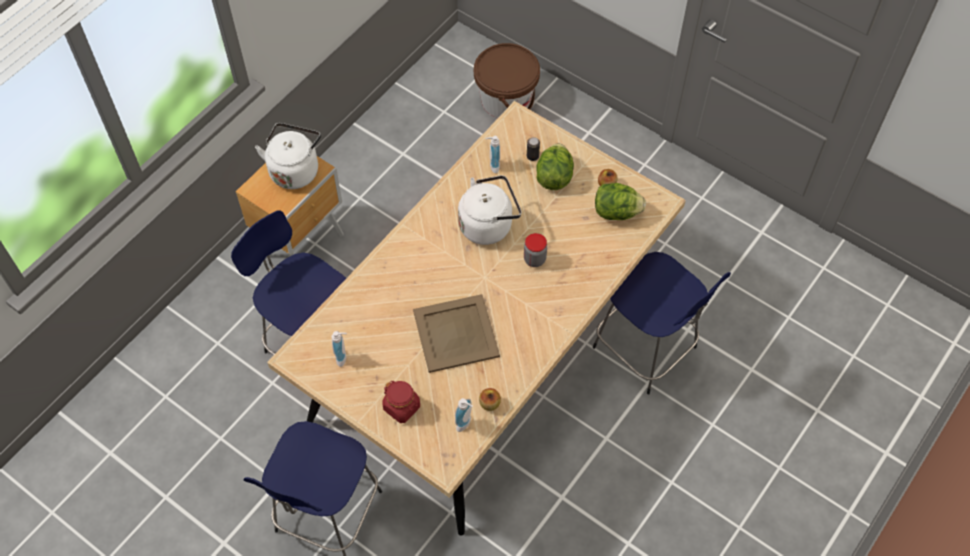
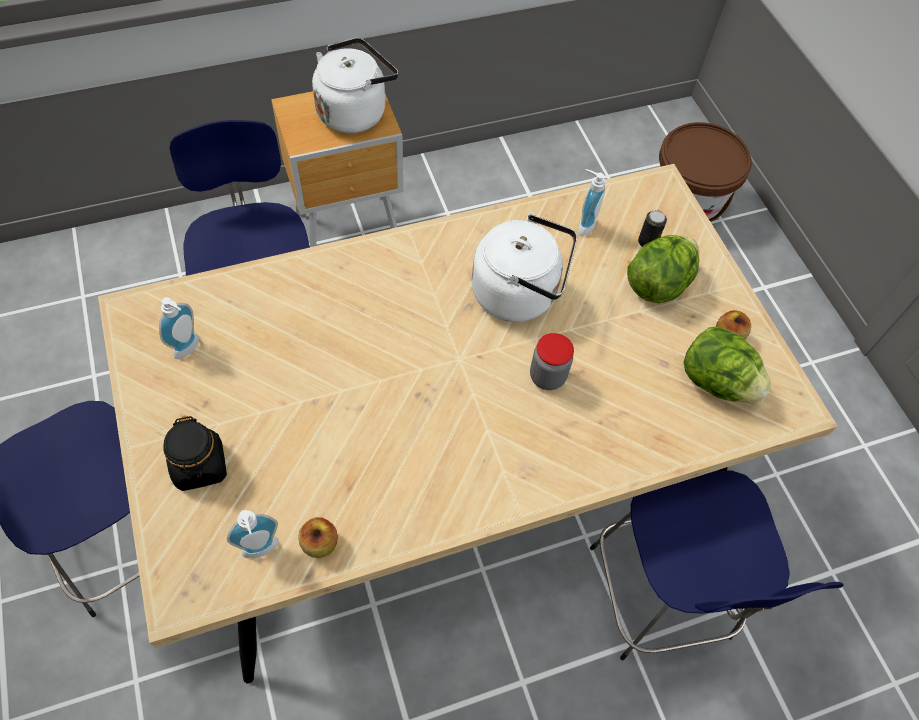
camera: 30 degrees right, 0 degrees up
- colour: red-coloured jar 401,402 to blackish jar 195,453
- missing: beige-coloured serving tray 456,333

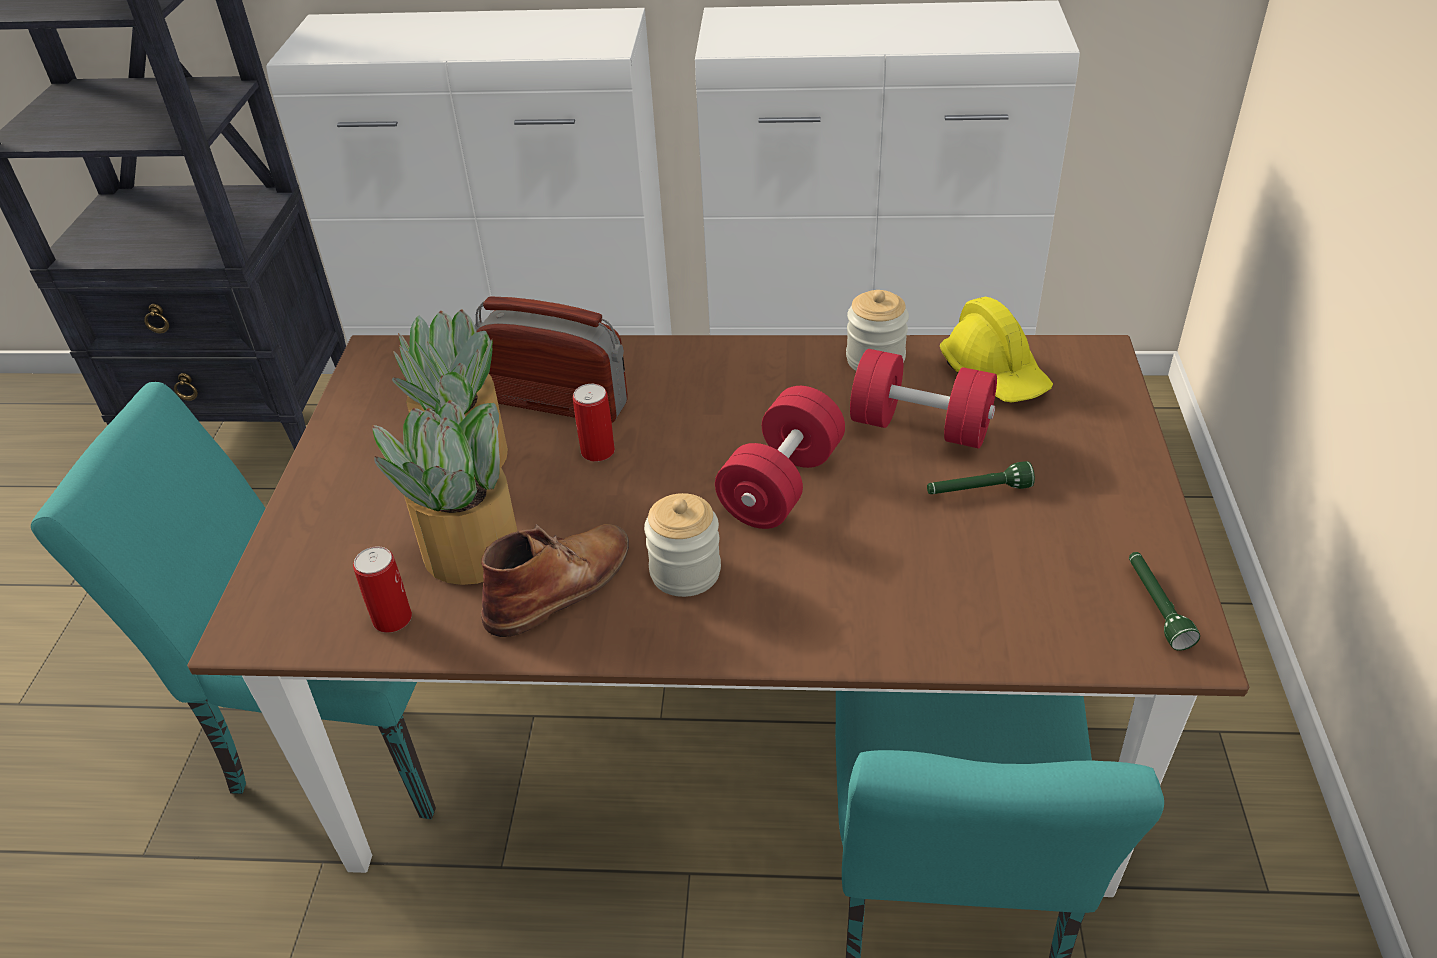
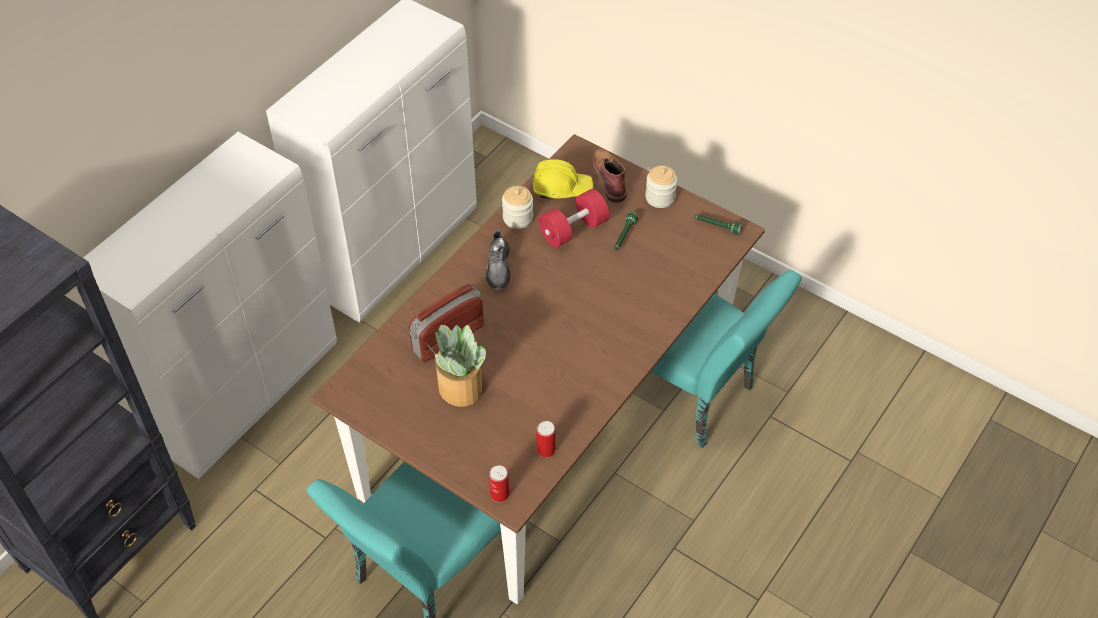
camera: 60 degrees left, 10 degrees up
- appeared: grey item of footwear 498,260
- relocated: metal can 594,423 to 499,483
- relocated: brown high-top boot 555,580 to 609,175
- relocated: jar 682,545 to 661,186
- missing: houseplant 444,492
- missing: red-coloured free weight 780,457

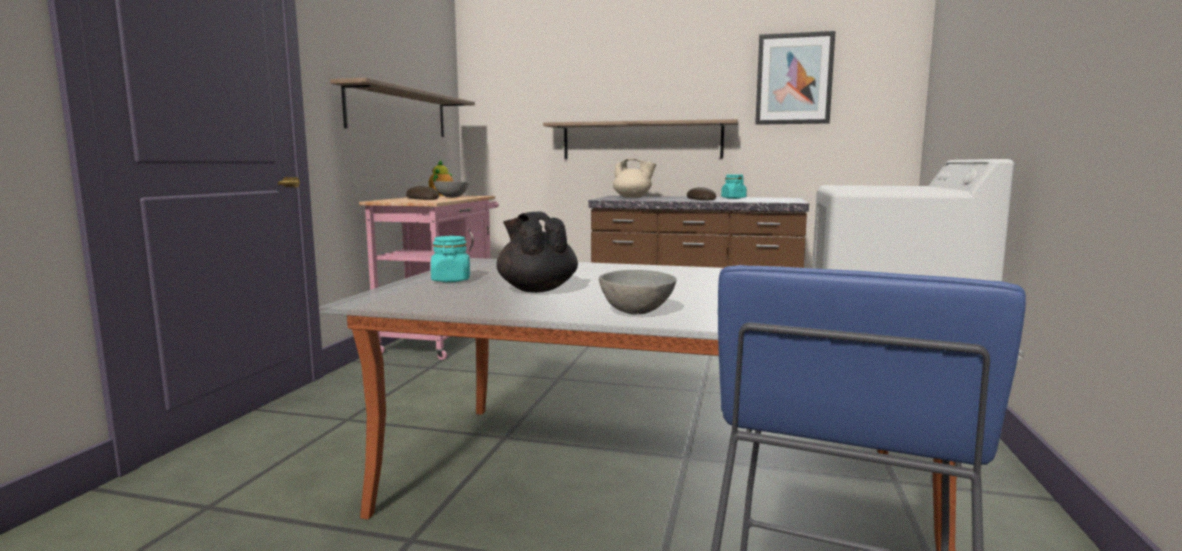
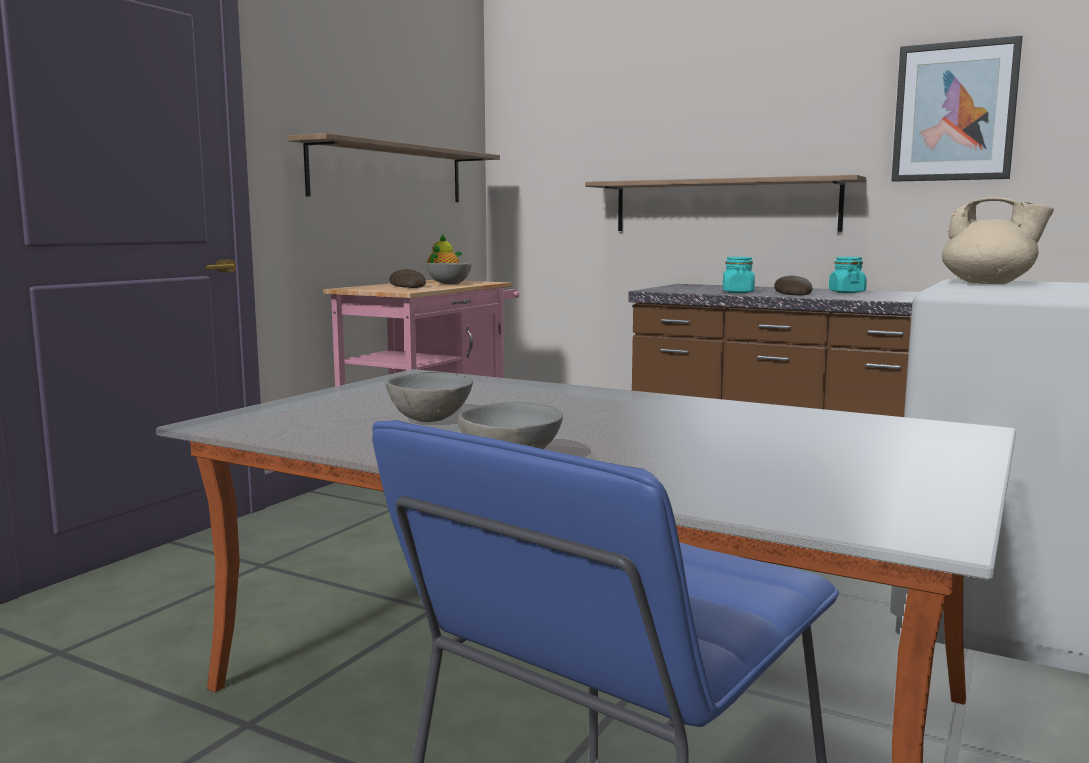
camera: 15 degrees right, 0 degrees up
- exchanged: blackish pot for tea 537,252 to grey deep dish 429,397
- relocated: blue-green jar 450,259 to 739,275
- relocated: beige-coloured pot for tea 634,178 to 998,240

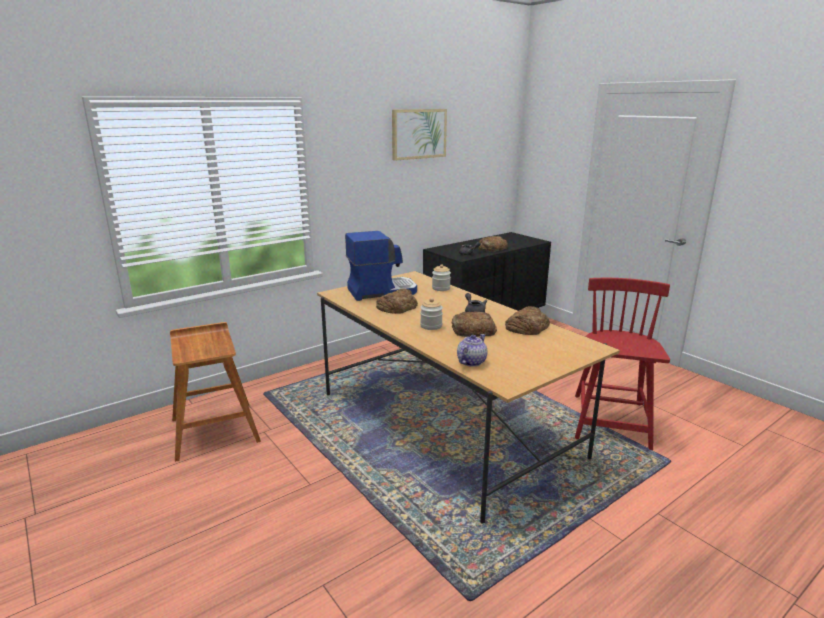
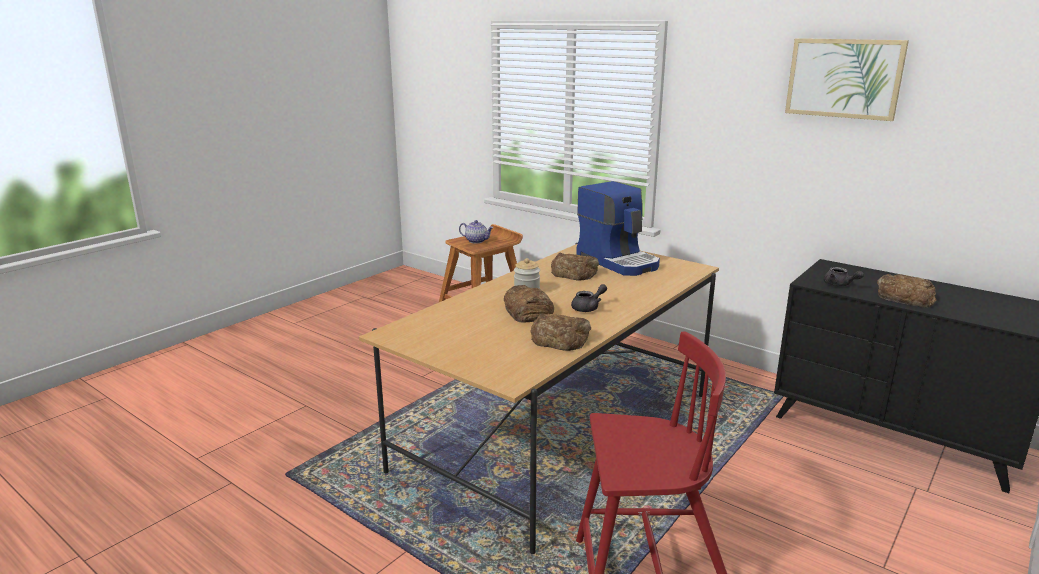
camera: 75 degrees right, 0 degrees up
- relocated: pot for tea 472,350 to 476,232
- missing: jar 441,277

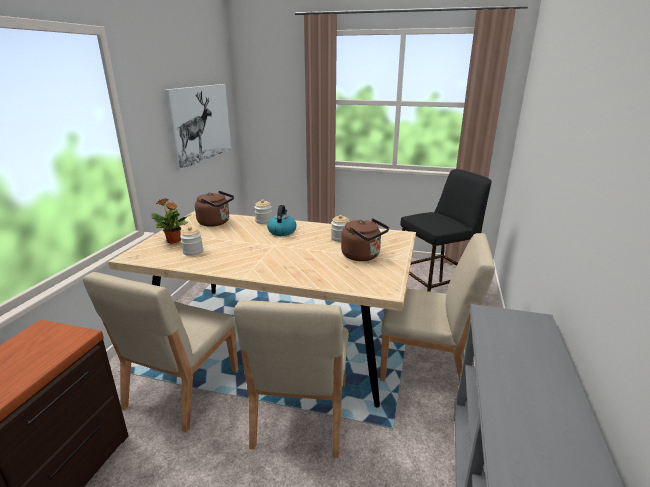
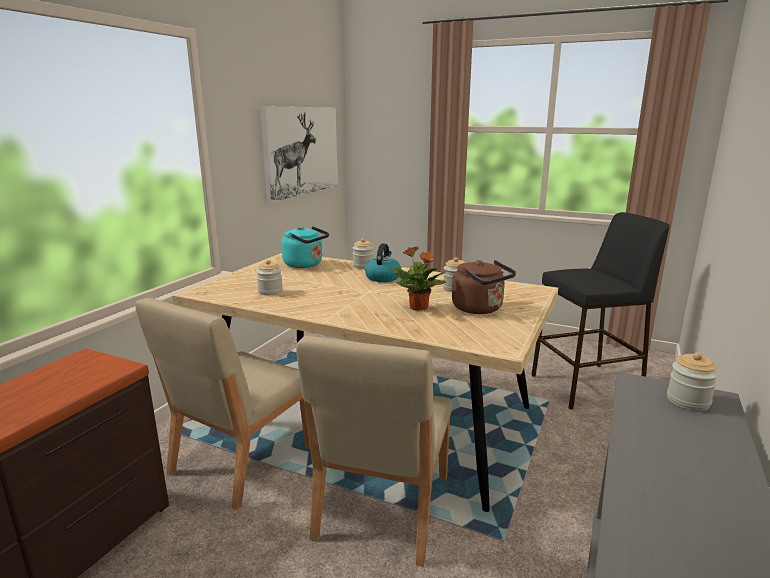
camera: 10 degrees right, 5 degrees down
- colour: brown kettle 214,209 to blue-green kettle 305,247
- relocated: houseplant 171,221 to 420,278
- appeared: jar 693,381
- missing: beige-coloured plain chair 437,307

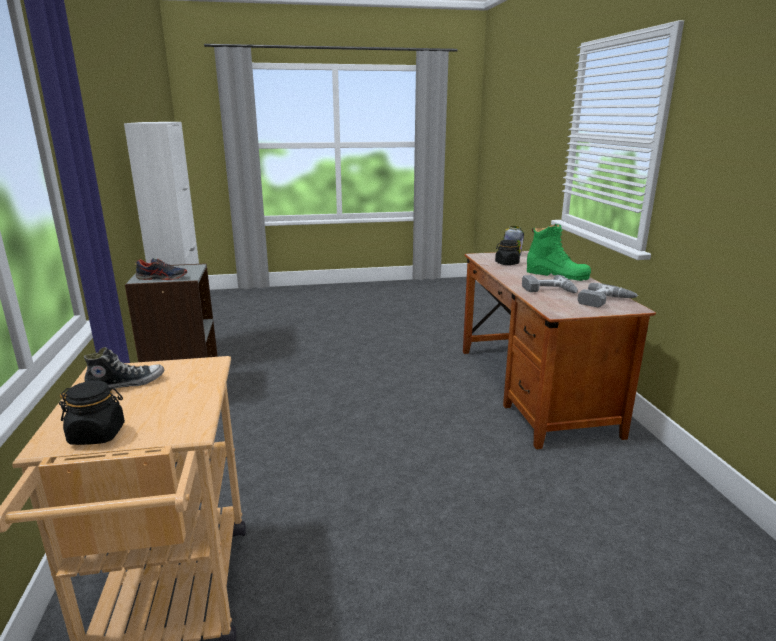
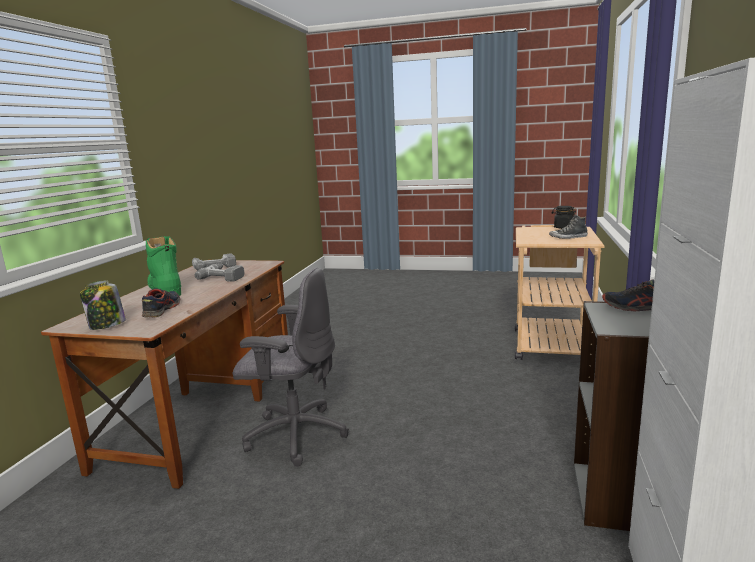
camera: 155 degrees left, 5 degrees down
- exchanged: blackish jar 507,252 to item of footwear 161,303
- appeared: grey computer chair 291,366

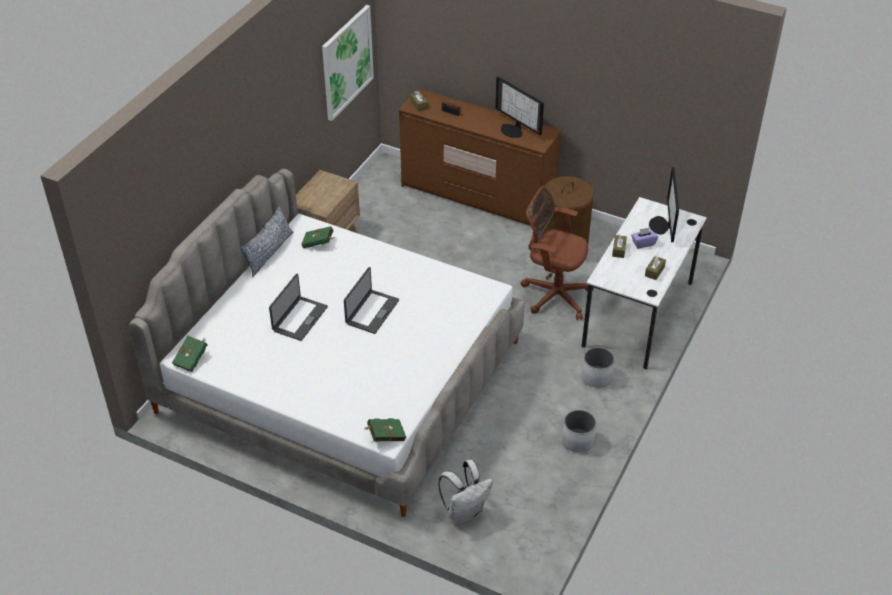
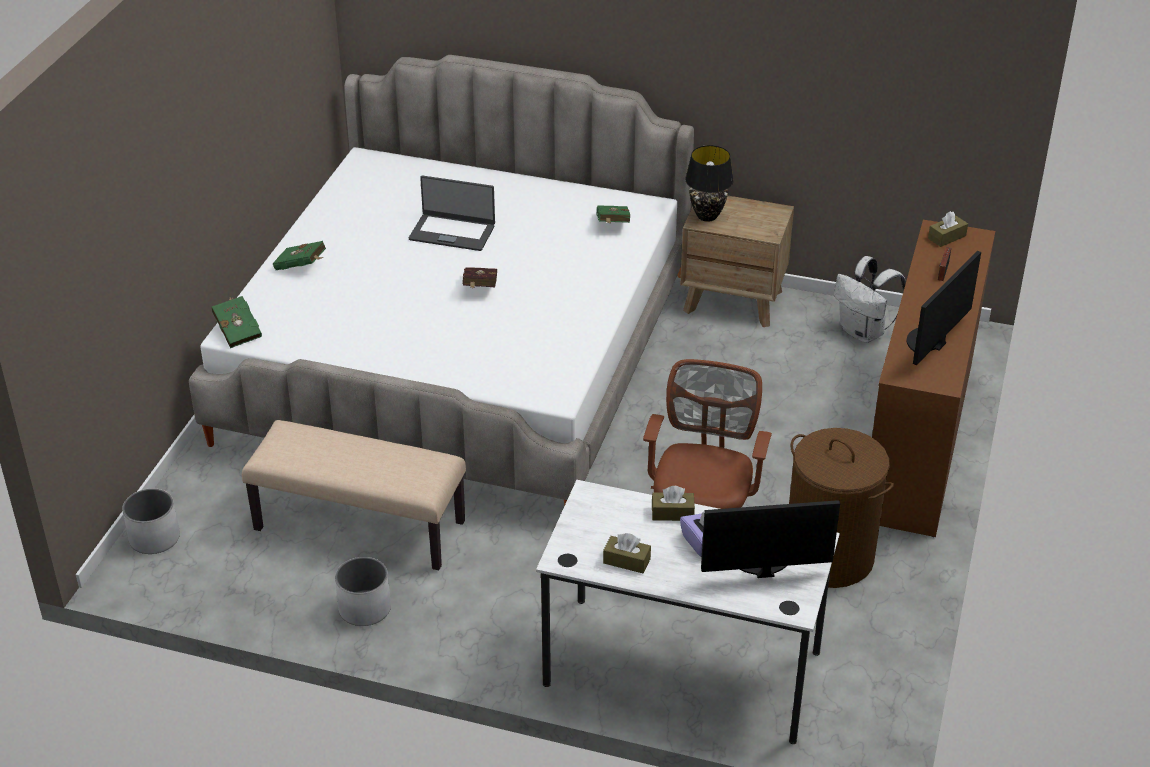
camera: 80 degrees right, 5 degrees down
- relocated: white planter 598,367 to 151,521
- appeared: beige-coloured bench 354,495
- relocated: greenish bound book 189,354 to 299,255
- exchanged: portable computer 371,300 to red-coloured bound book 480,277
- appeared: blackish lamp for a table 709,183
- relocated: white backpack 465,492 to 870,299
- missing: cushion 266,240
- missing: wall art 348,63

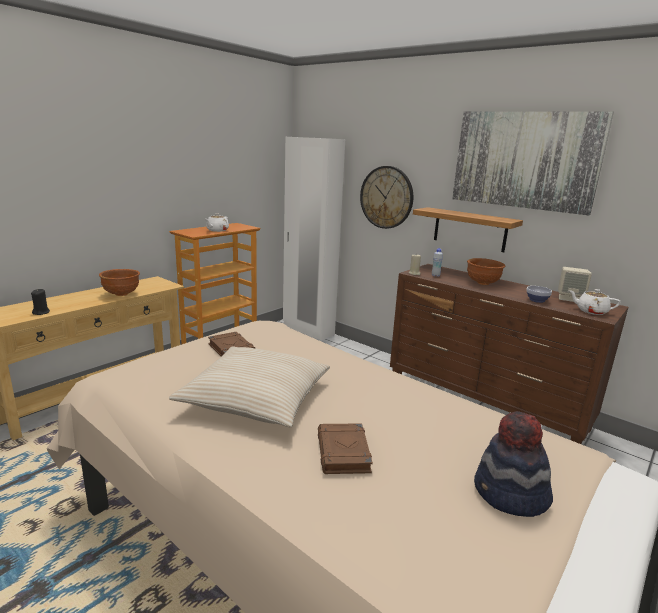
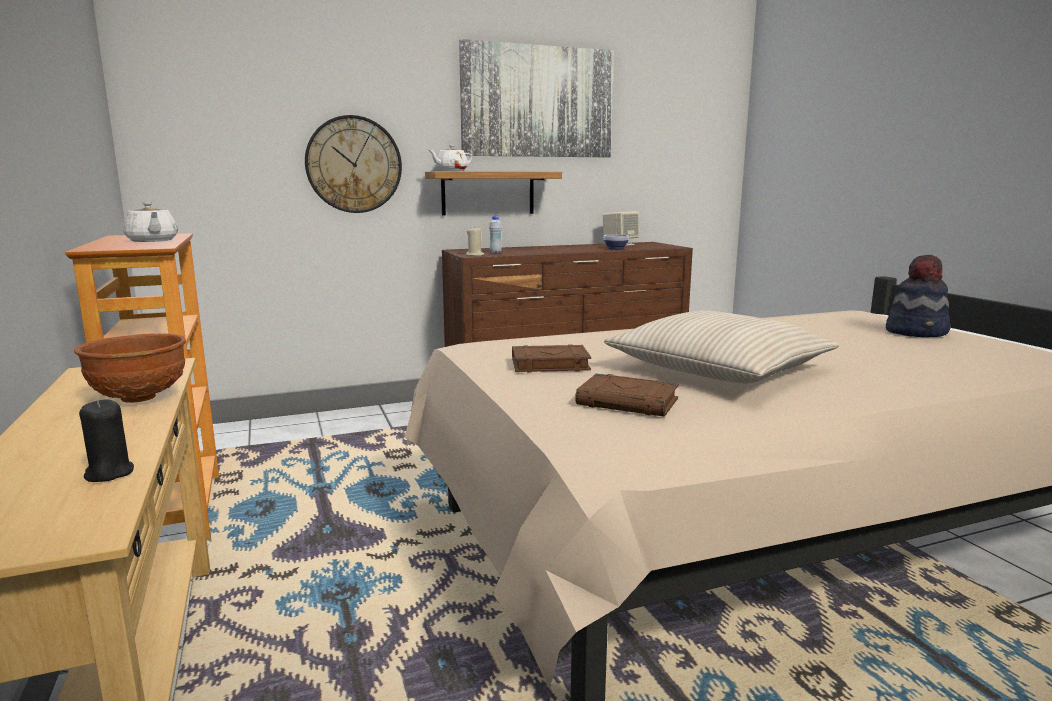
camera: 60 degrees left, 5 degrees down
- relocated: white pot for tea 594,302 to 450,158
- relocated: brown bound book 345,448 to 627,395
- missing: white wardrobe 314,238
- missing: brown deep dish 486,271

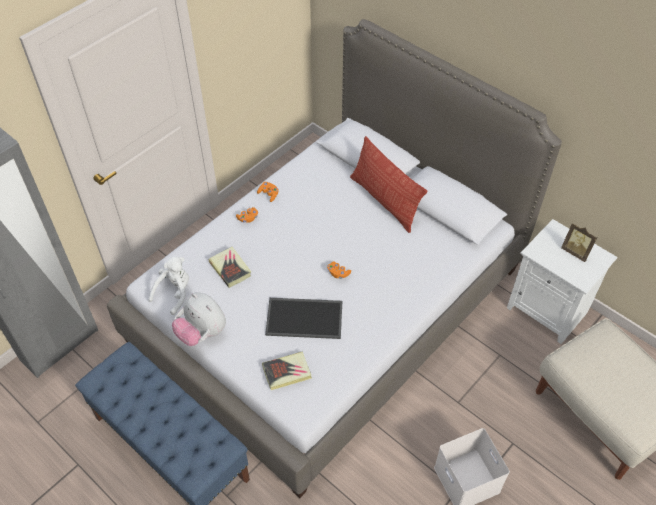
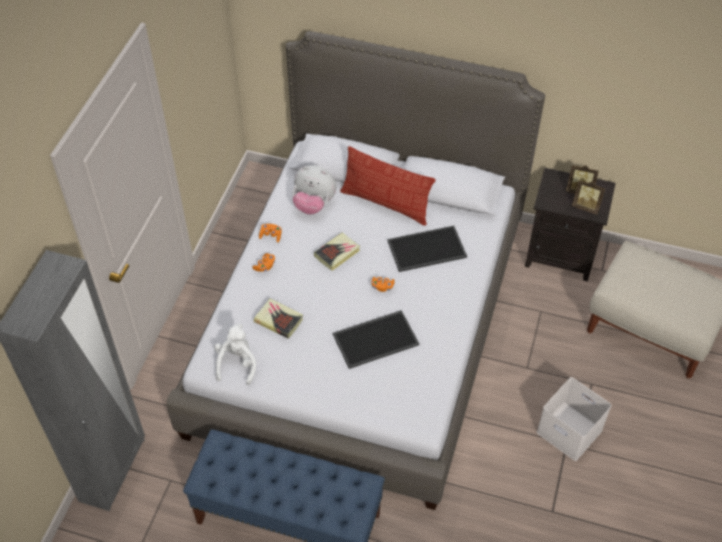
camera: 25 degrees left, 0 degrees up
- relocated: plush toy 199,319 to 314,189
- relocated: bound book 287,370 to 337,252
- appeared: serving tray 427,249
- colour: white nightstand 562,281 to blackish nightstand 570,224
- appeared: picture frame 588,197

